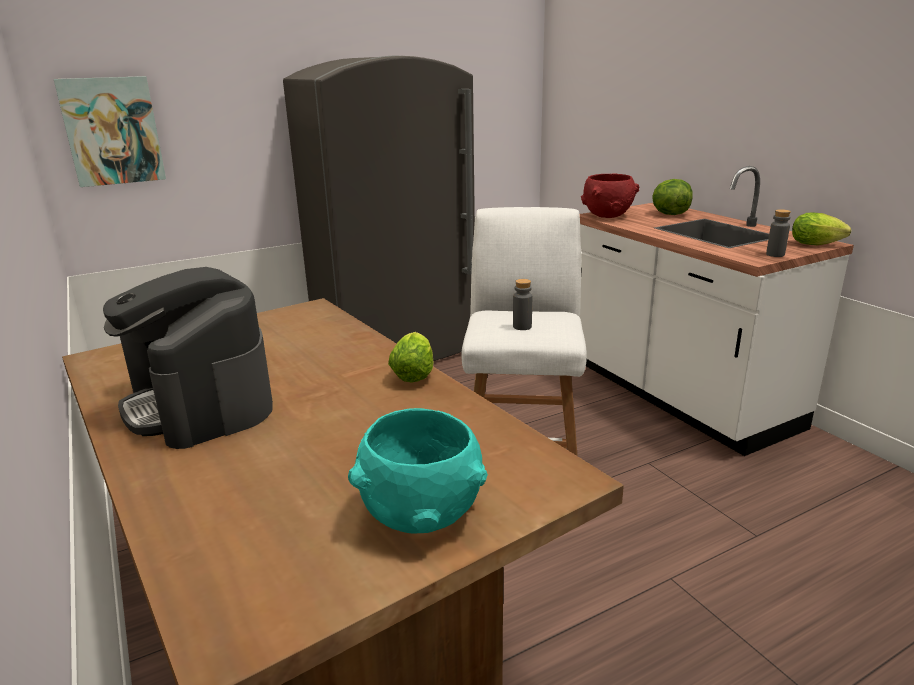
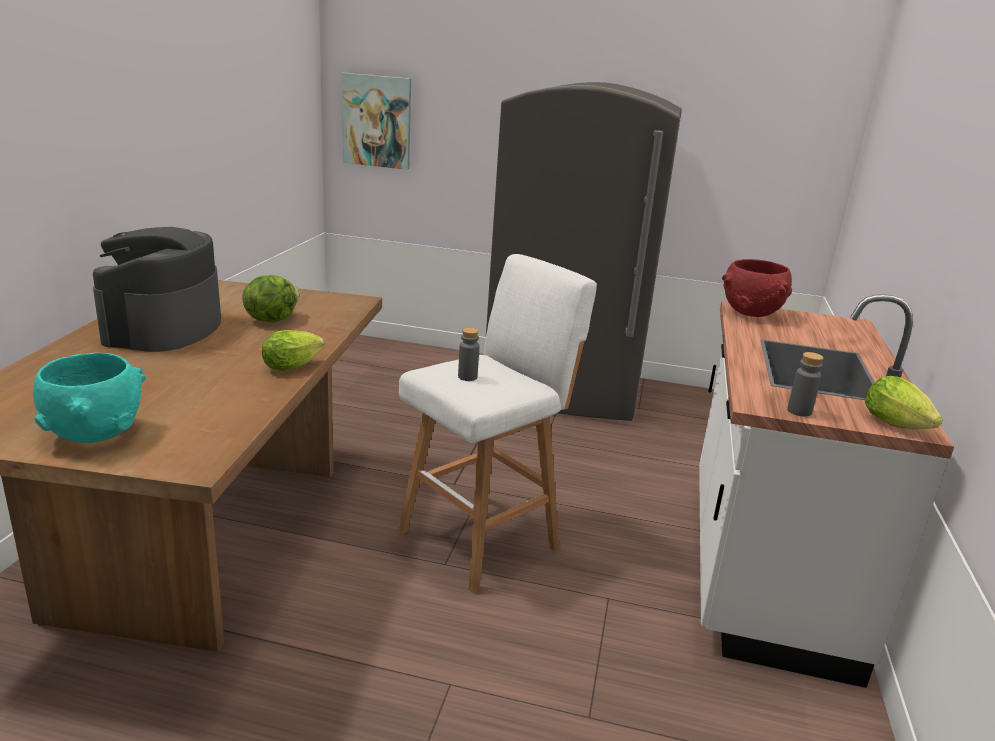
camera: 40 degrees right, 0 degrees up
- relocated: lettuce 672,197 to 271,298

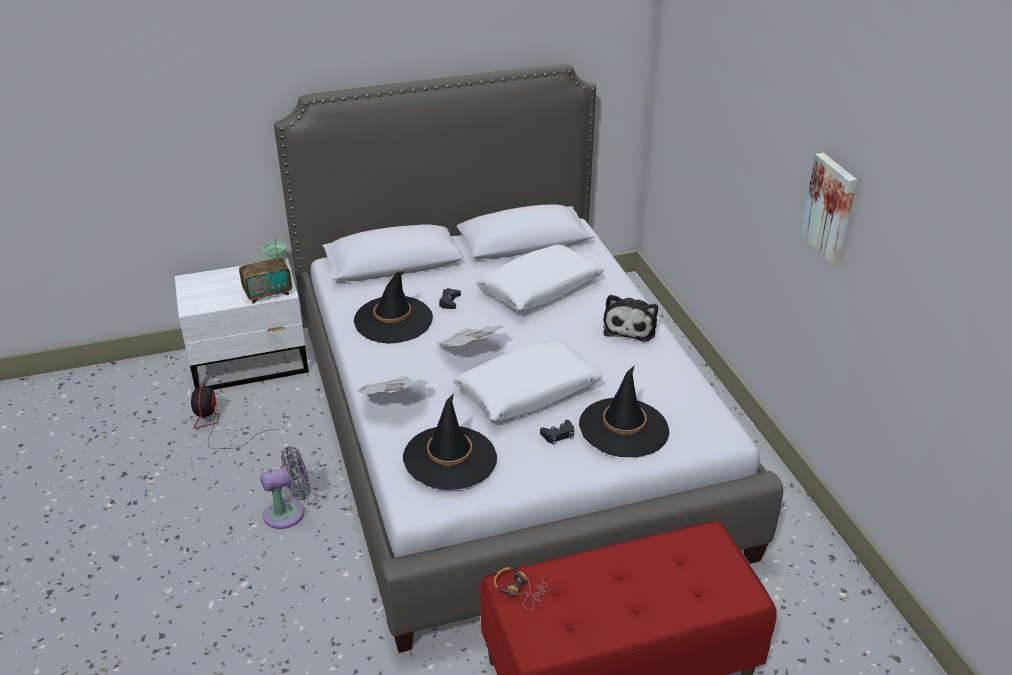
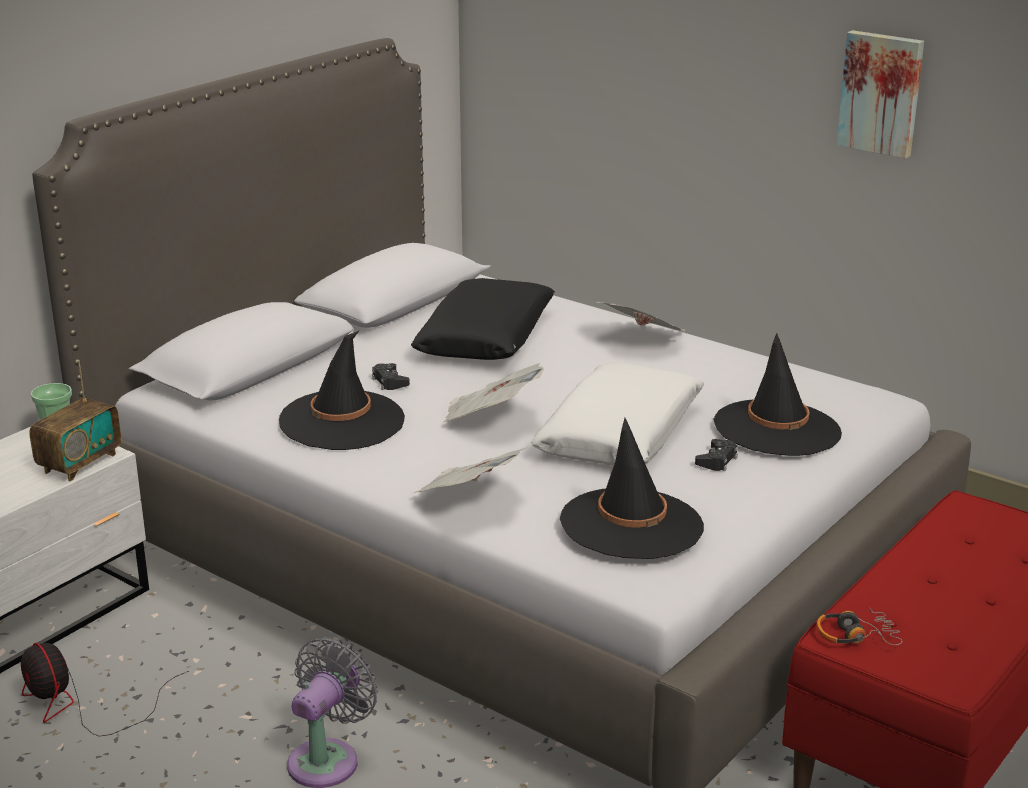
camera: 35 degrees left, 10 degrees down
- colour: white cushion 540,277 to blackish cushion 483,319
- exchanged: plush toy 630,318 to newspaper 640,316

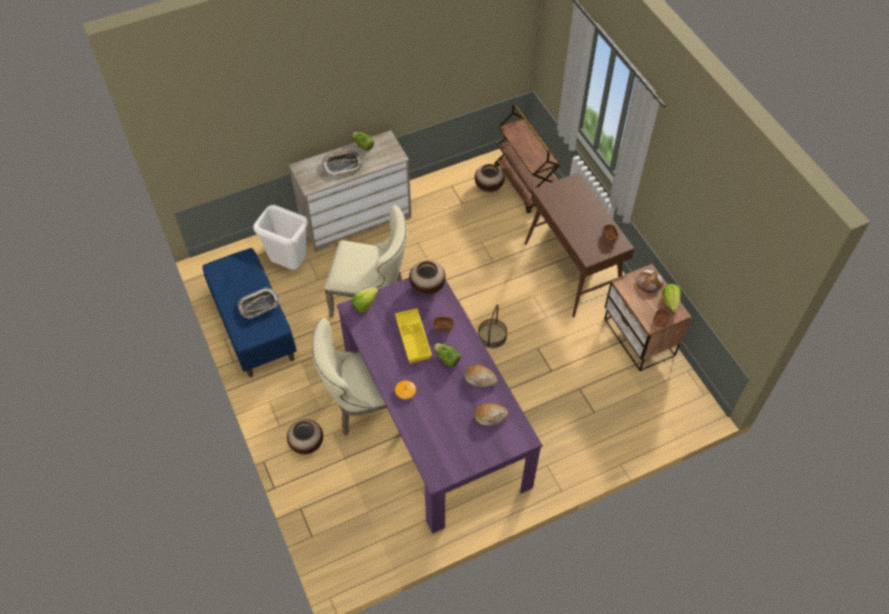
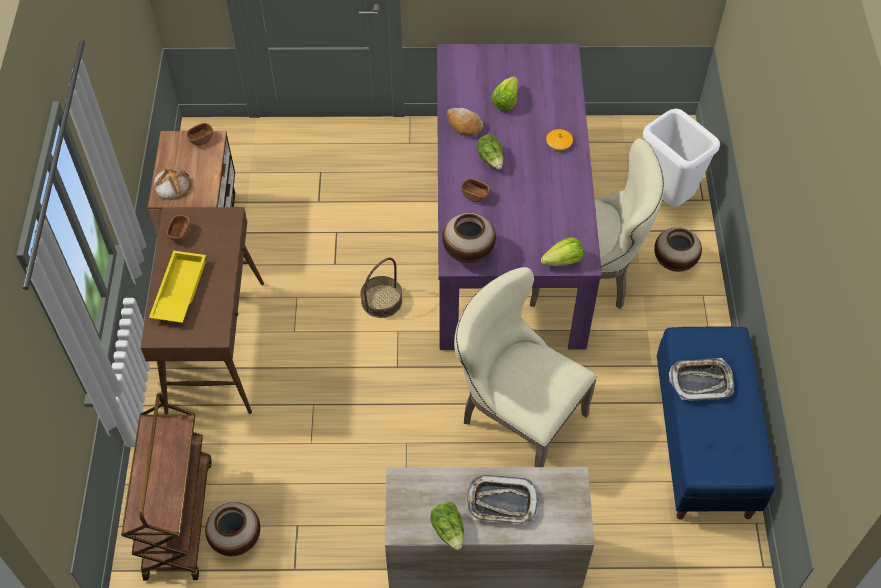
camera: 155 degrees left, 0 degrees up
- relocated: yellow-coloured serving tray 413,335 to 177,286
- relocated: lettuce 671,298 to 504,94
- relocated: white rubbish bin 280,237 to 681,157
- missing: bakery bread 491,414

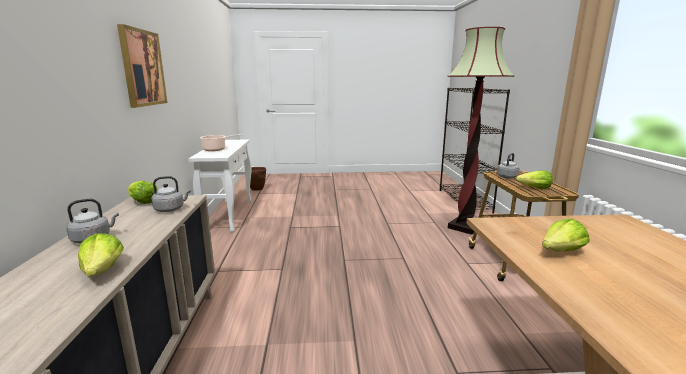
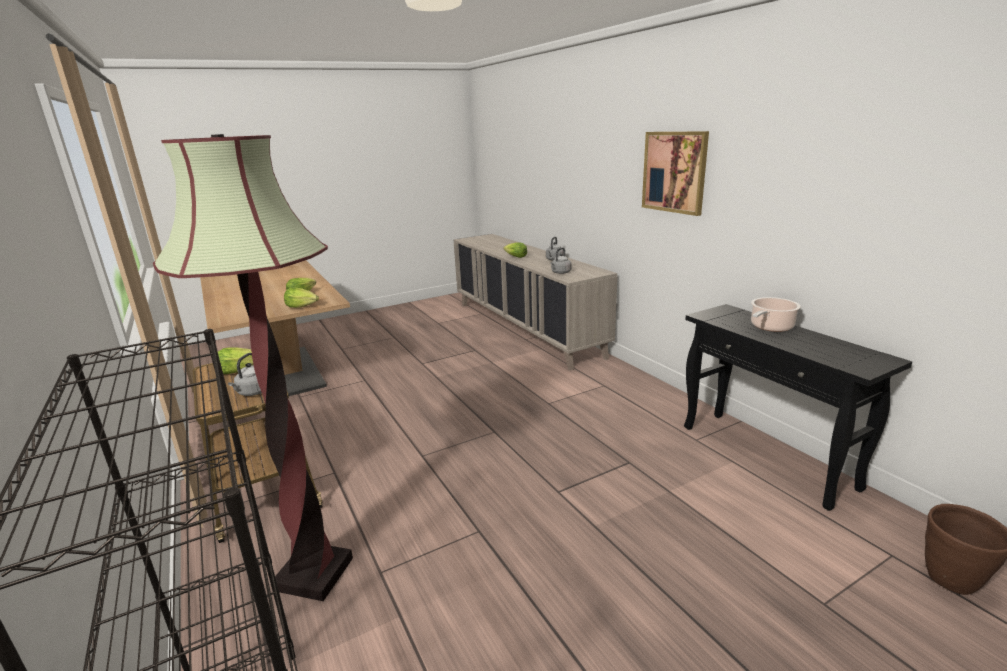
camera: 155 degrees right, 5 degrees up
- relocated: lettuce 142,192 to 301,298
- colour: white narrow table 219,186 to blackish narrow table 798,407

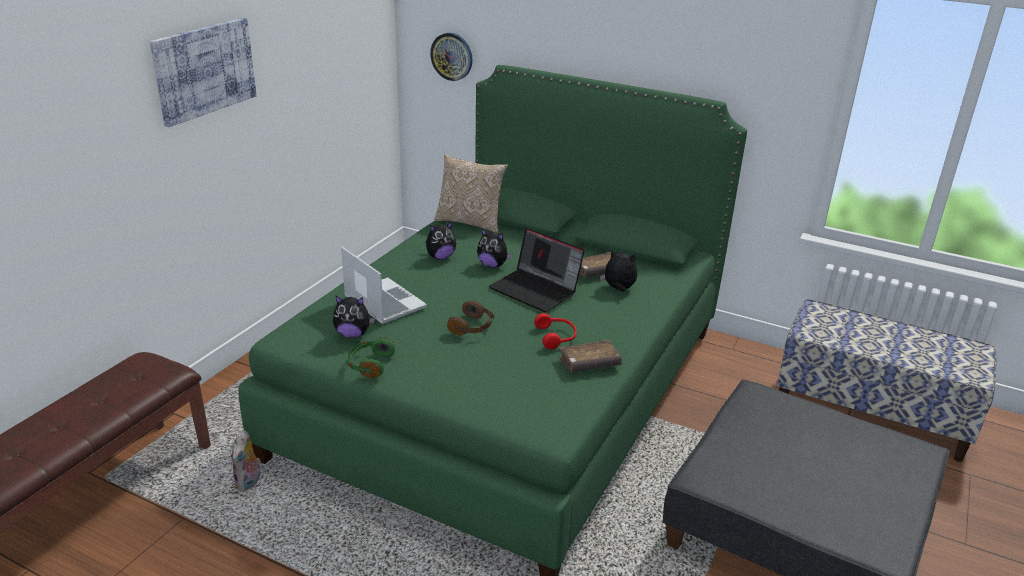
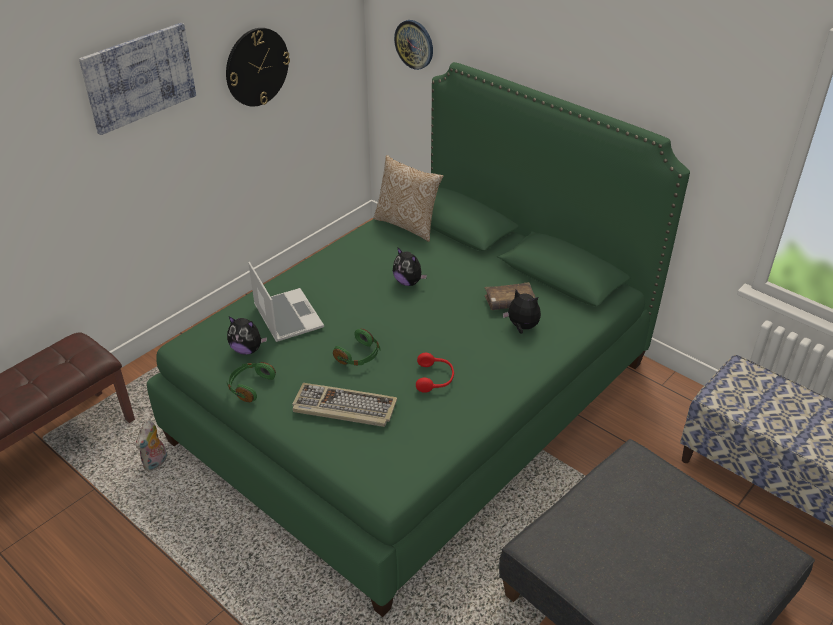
camera: 15 degrees right, 10 degrees up
- appeared: hanging clock 258,67
- appeared: keyboard 344,405
- colour: brown pair of headphones 470,318 to greenish pair of headphones 356,347
- missing: plush toy 441,240
- missing: portable computer 537,270
- missing: brown bound book 590,356

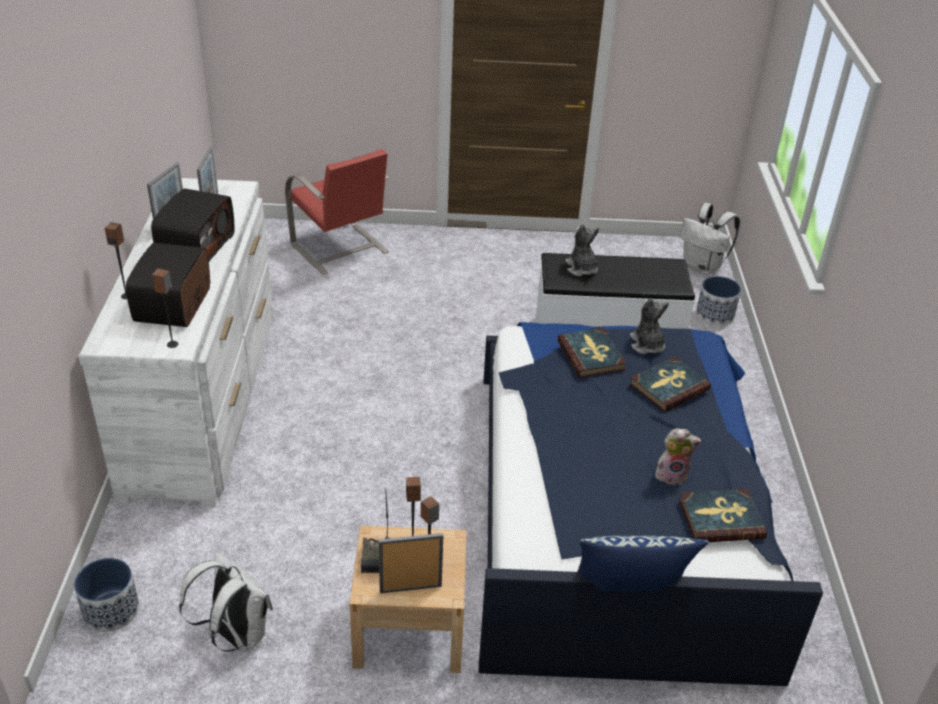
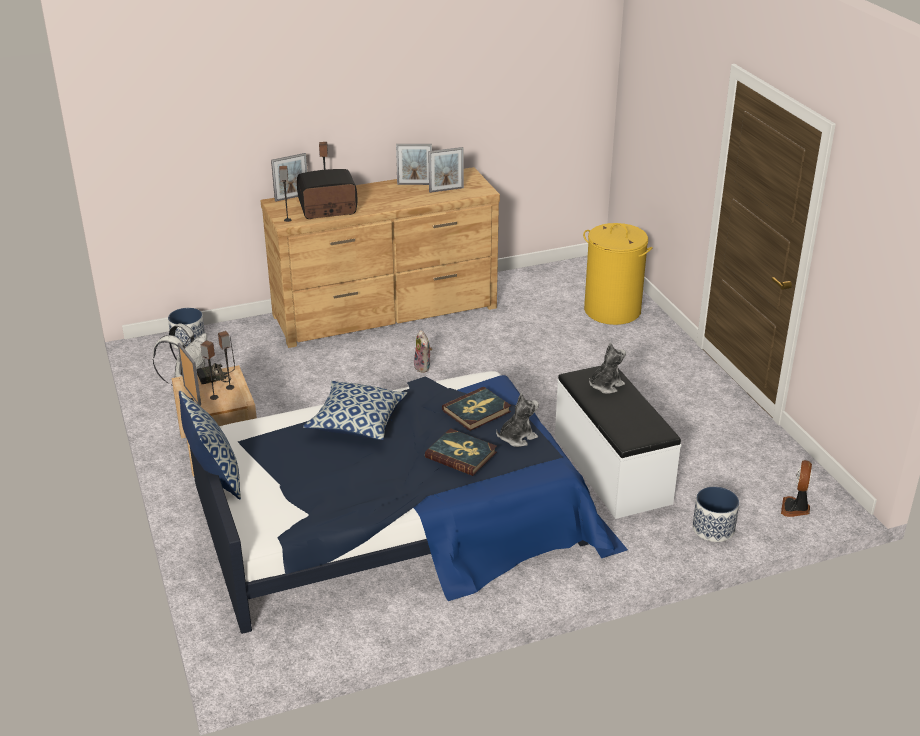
camera: 70 degrees right, 5 degrees down
- colour: white drawer chest 175,342 to brown drawer chest 380,257
- appeared: picture frame 289,177
- appeared: cushion 355,410
- relocated: plush toy 678,456 to 423,351
- exchanged: red-coloured plain chair 337,212 to yellow-coloured washing basket 618,274
- exchanged: white backpack 710,239 to cooling fan 796,488
- missing: radio receiver 193,225
- missing: bound book 723,515

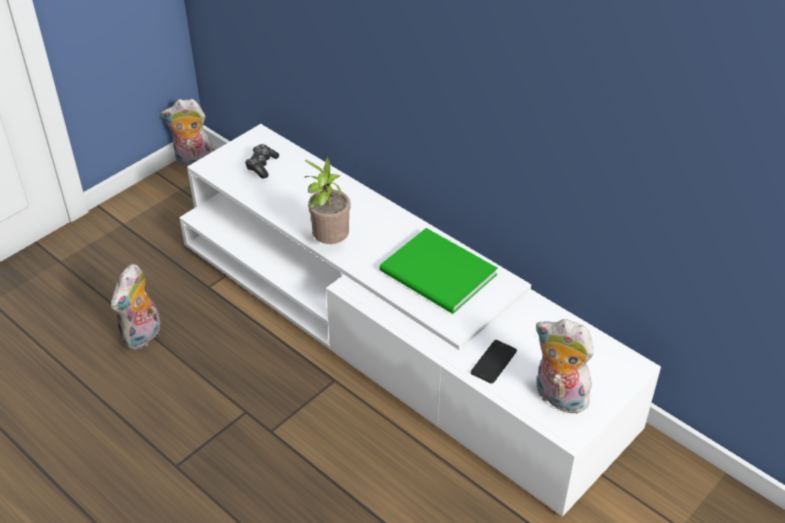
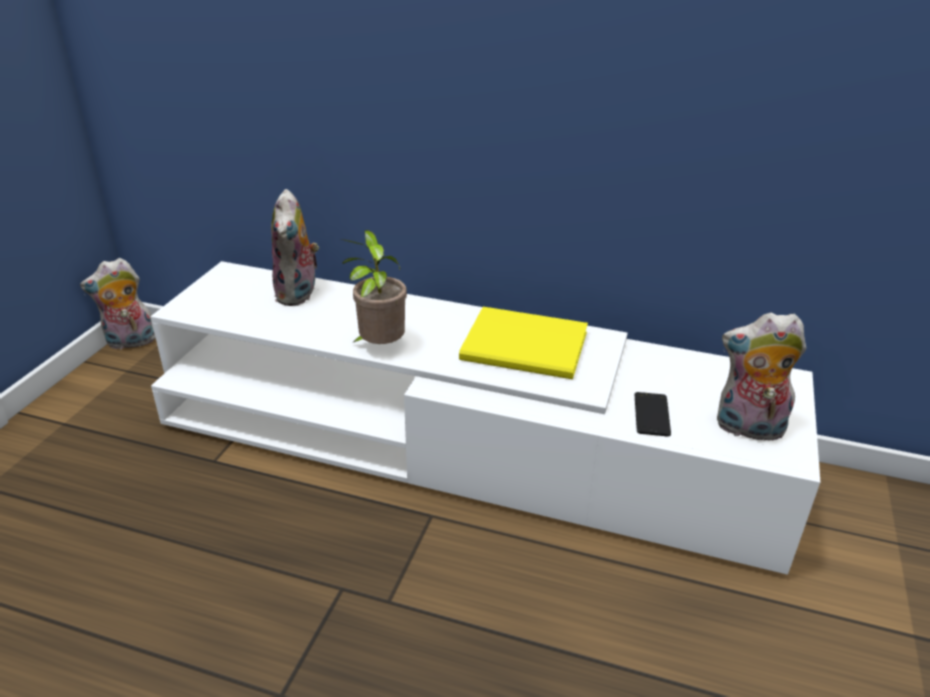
camera: 25 degrees left, 10 degrees down
- relocated: plush toy 136,307 to 295,247
- colour: greenish bound book 439,271 to yellow-coloured bound book 523,343
- missing: game controller 262,161

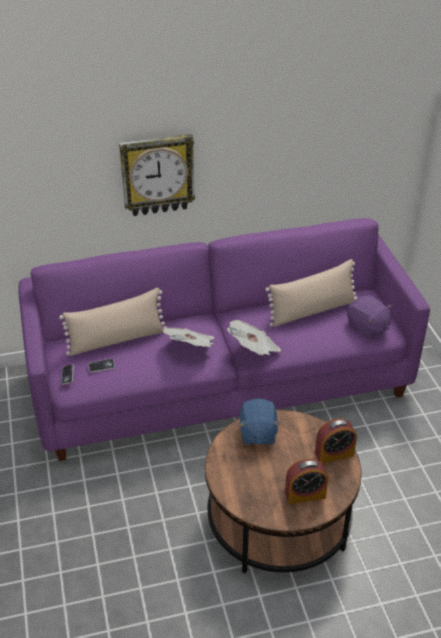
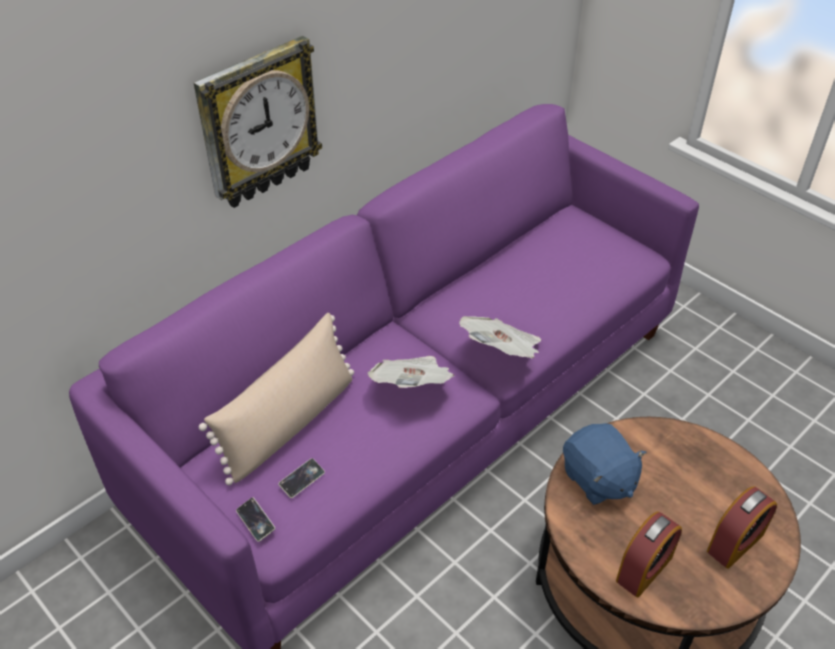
camera: 30 degrees left, 5 degrees up
- relocated: alarm clock 336,440 to 649,554
- missing: beige-coloured cushion 311,293
- missing: purple-coloured plush toy 369,317

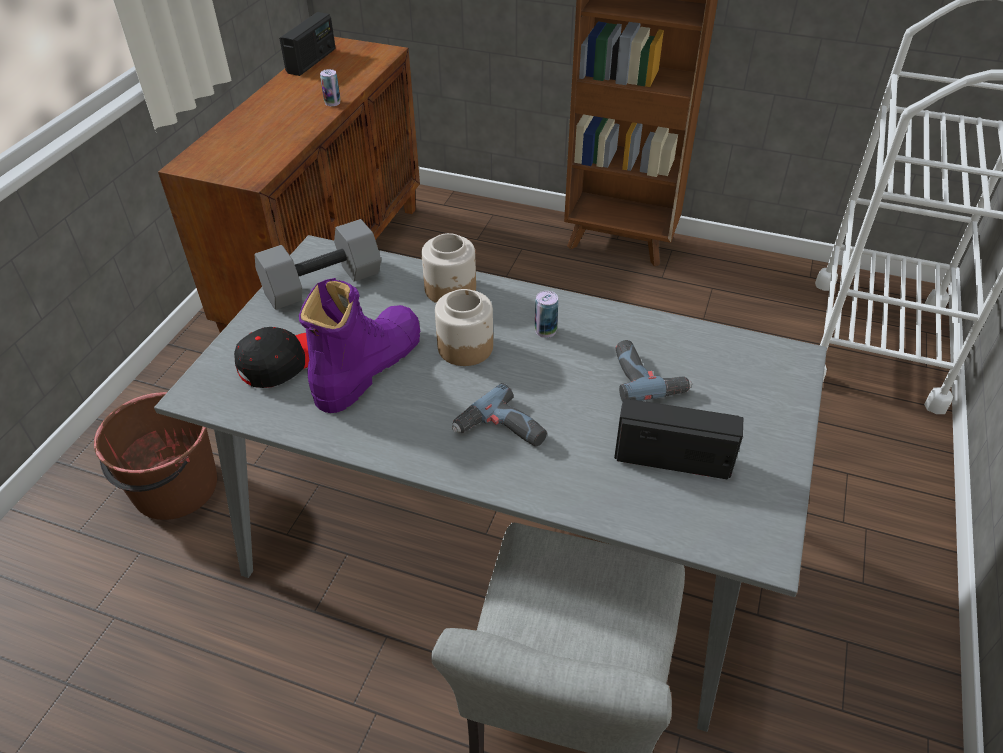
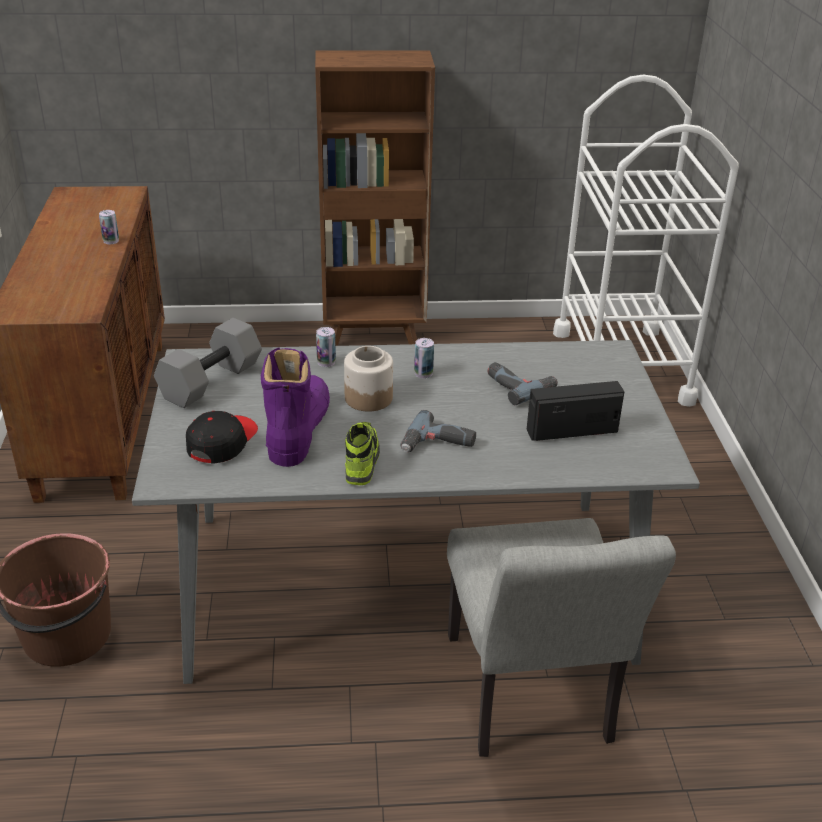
camera: 25 degrees left, 10 degrees down
- exchanged: jar 449,268 to metal can 326,347
- appeared: item of footwear 362,453
- missing: radio receiver 307,44

